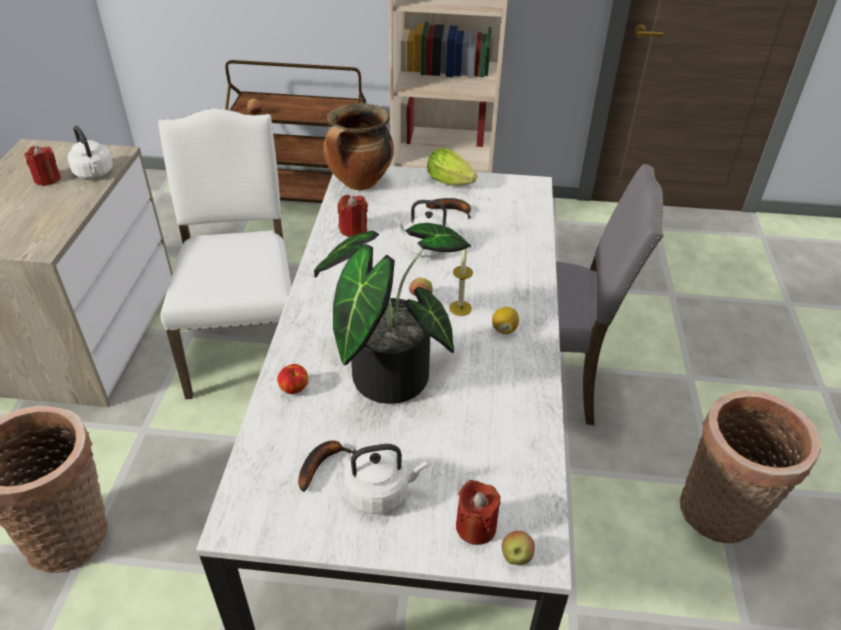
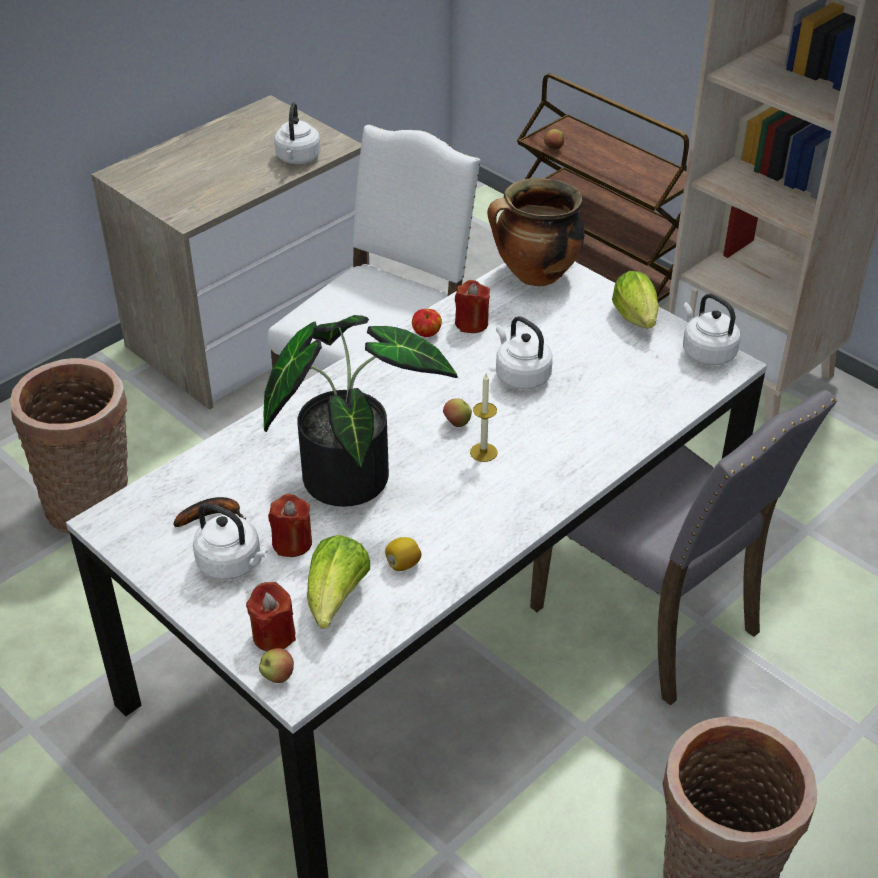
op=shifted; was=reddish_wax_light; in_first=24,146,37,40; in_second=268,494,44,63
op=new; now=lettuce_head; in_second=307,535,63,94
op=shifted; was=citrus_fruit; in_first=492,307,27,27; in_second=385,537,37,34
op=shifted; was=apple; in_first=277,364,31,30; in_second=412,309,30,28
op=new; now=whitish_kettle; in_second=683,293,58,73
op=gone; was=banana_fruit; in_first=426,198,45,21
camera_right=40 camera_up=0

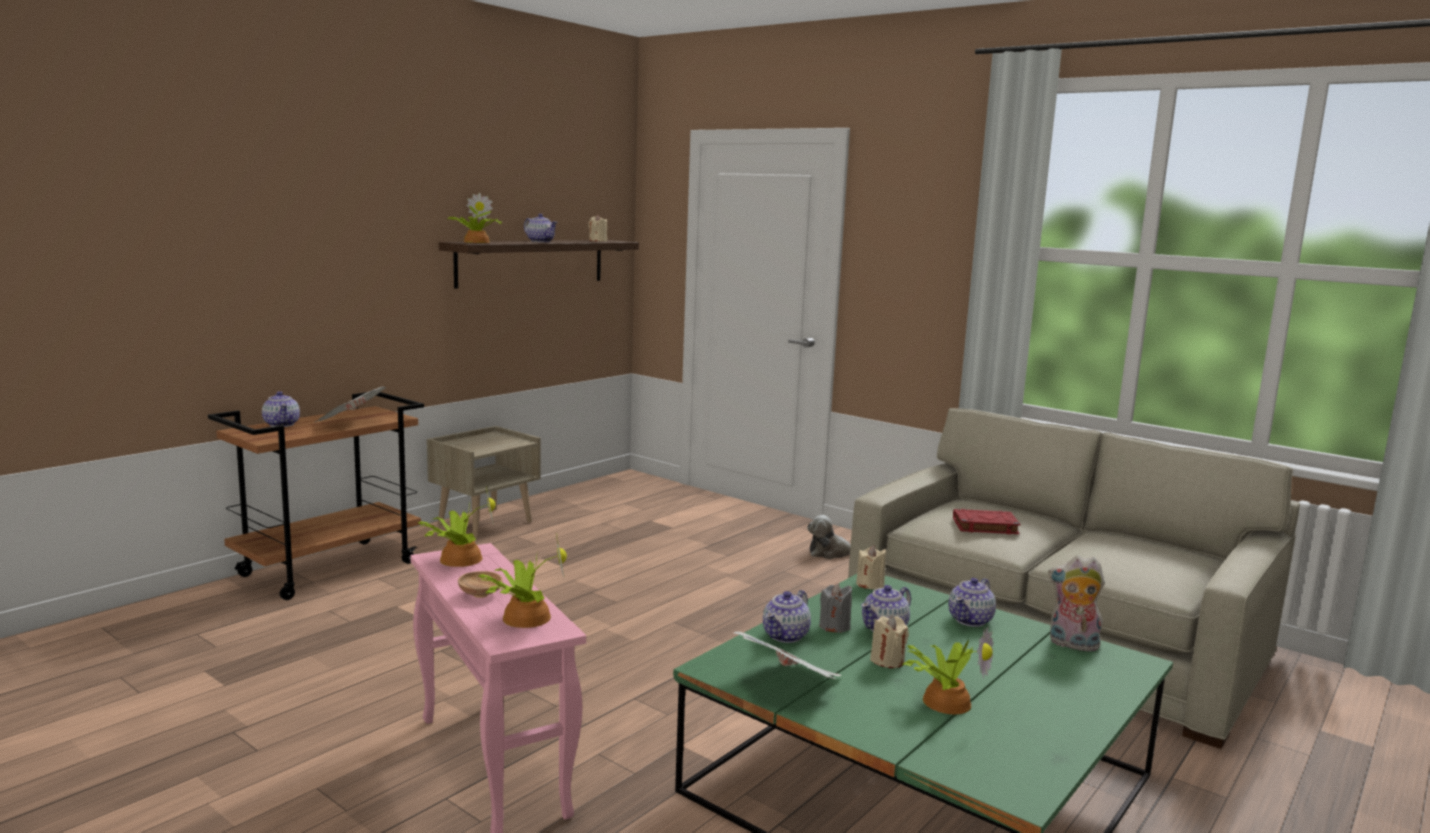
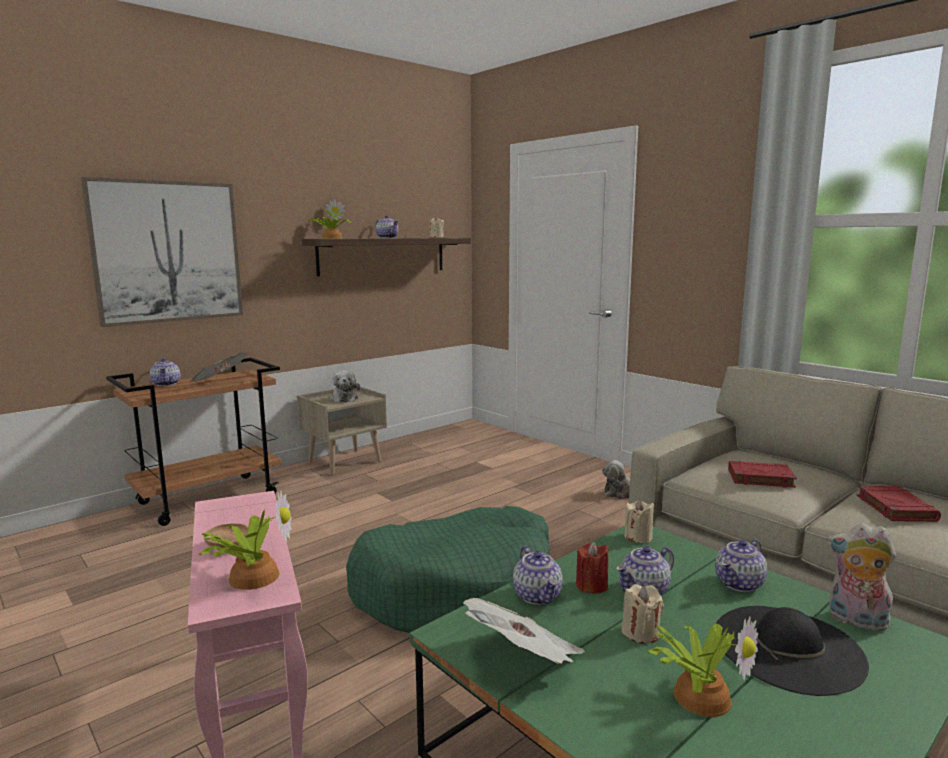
op=new; now=wall_art; in_second=81,177,162,150
op=new; now=plush_toy; in_second=330,370,30,33
op=new; now=green-coloured_dog_cushion; in_second=346,506,203,127
op=rotated; was=tea_pot; in_first=763,590,48,53; in_second=513,546,50,59; clockwise=-60
op=repainted; was=greyish_wax_light; now=reddish_wax_light; in_first=819,583,33,49; in_second=576,542,33,52
op=new; now=black_clothing_hat; in_second=716,606,153,90
op=new; now=reddish_volume; in_second=857,485,84,37
op=gone; was=houseplant; in_first=418,485,77,82
camera_right=10 camera_up=0

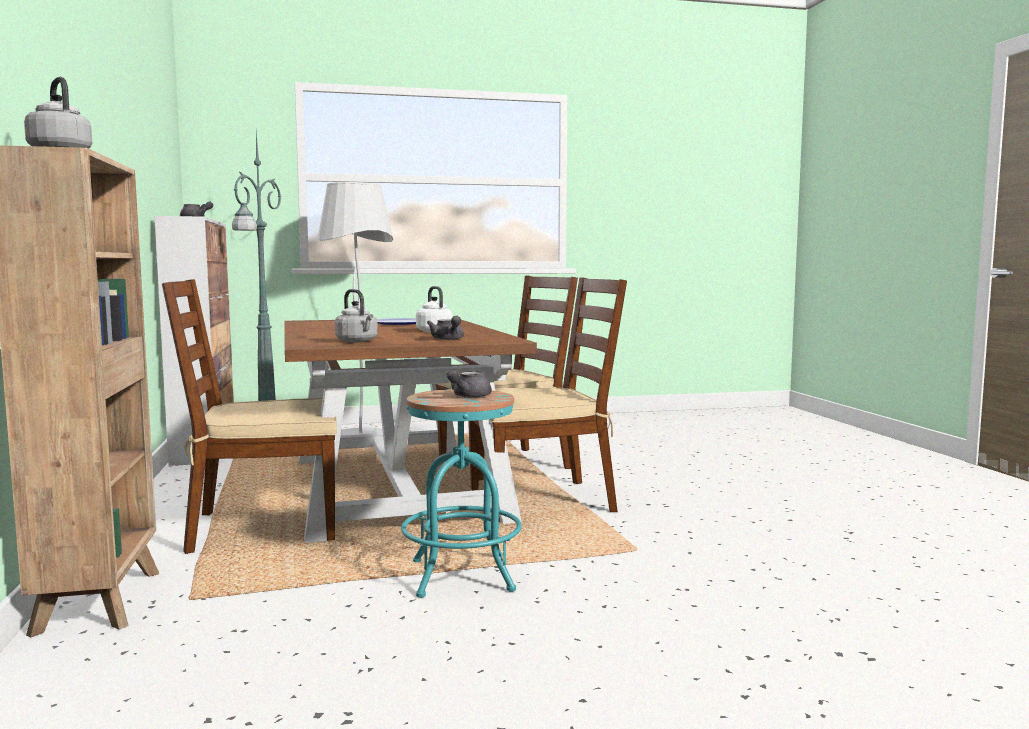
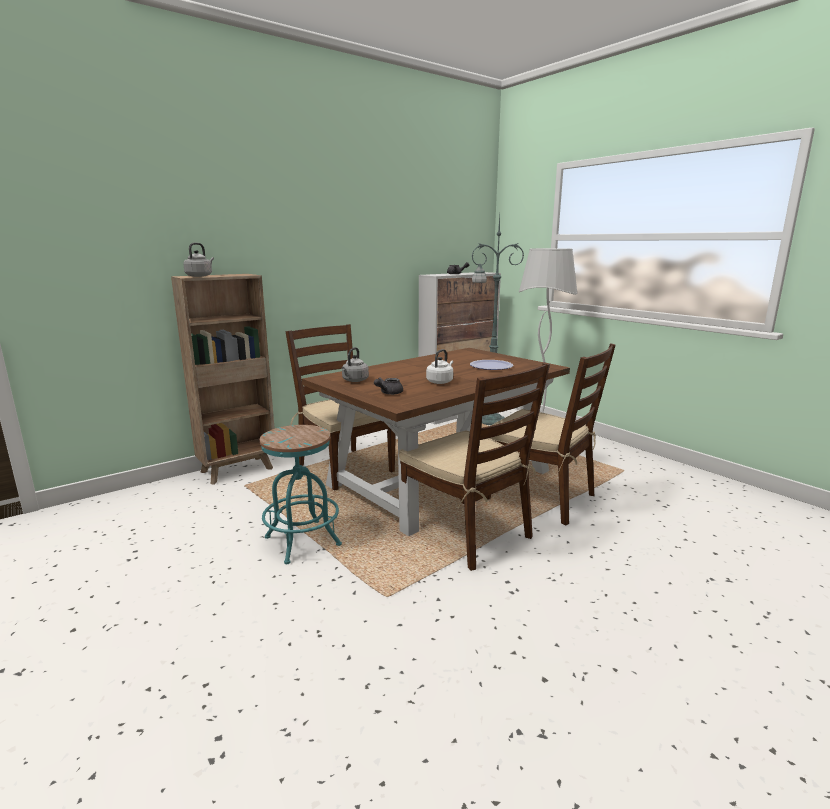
op=gone; was=greyish_tea_pot; in_first=447,370,45,28
camera_right=65 camera_up=10

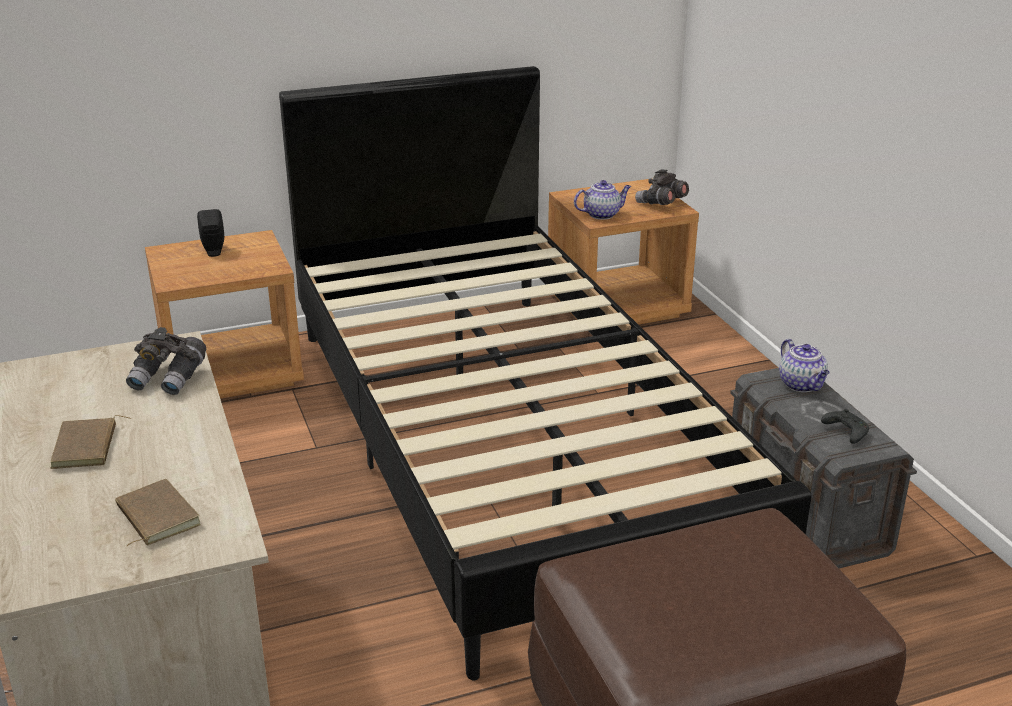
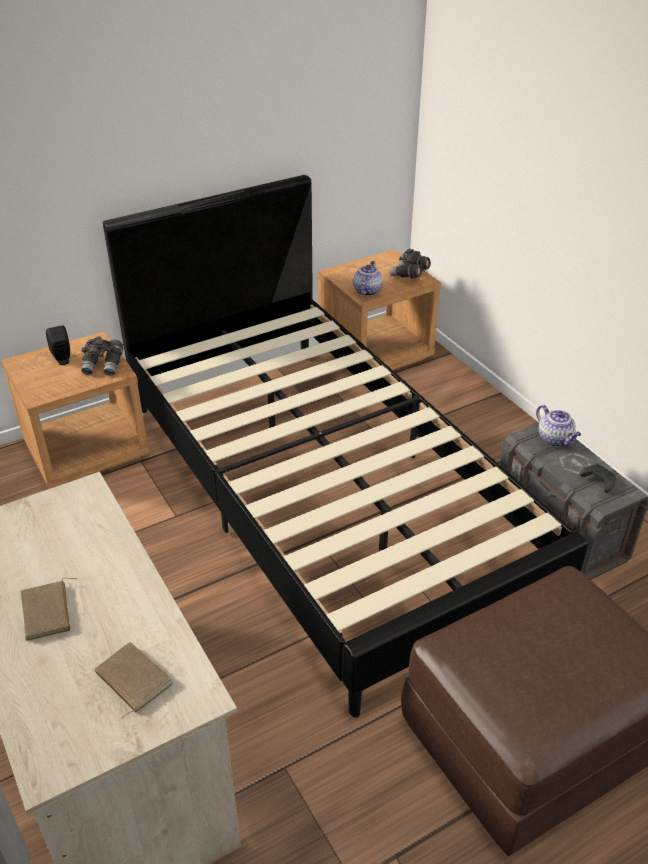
op=shifted; was=greyish_binoculars; in_first=126,327,80,68; in_second=81,336,43,40
op=rotated; was=tea_pot; in_first=574,180,57,40; in_second=353,261,30,35; clockwise=-45
camera_right=-10 camera_up=10

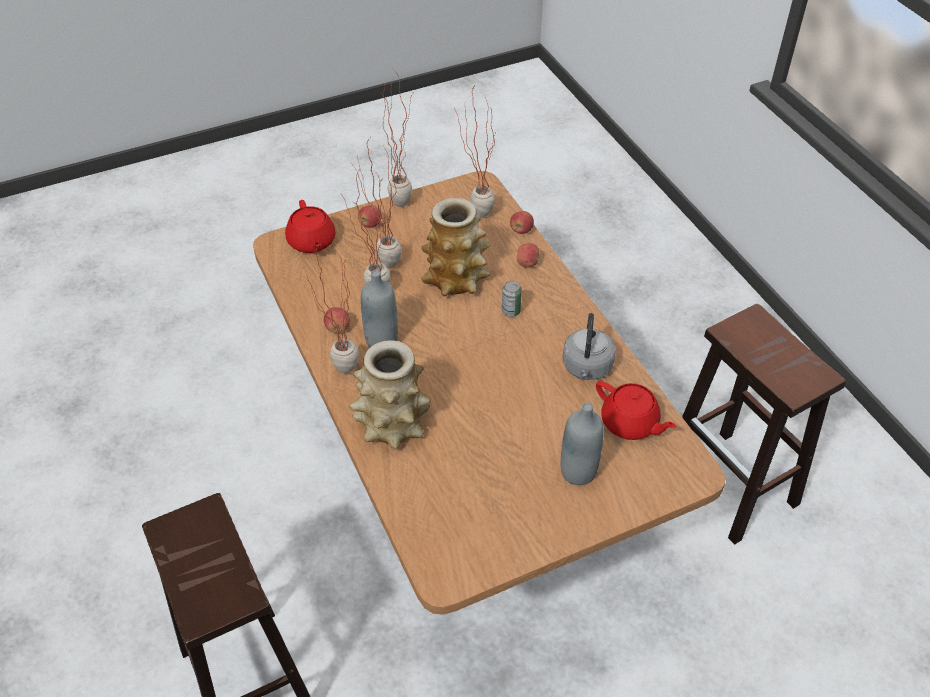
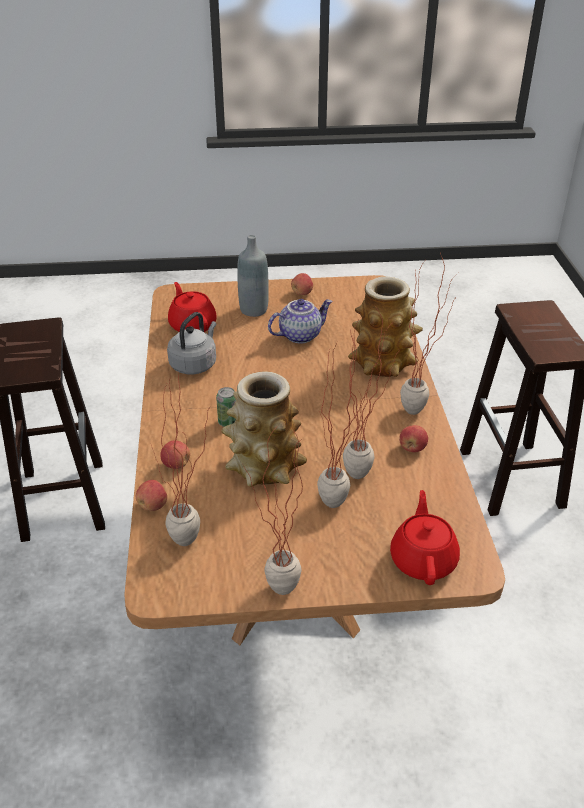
op=new; now=tea_pot; in_second=268,299,65,45
op=shifted; was=apple; in_first=358,205,23,23; in_second=291,273,22,22
op=gone; was=greyish_bottle; in_first=361,270,37,77
camera_right=-160 camera_up=-10

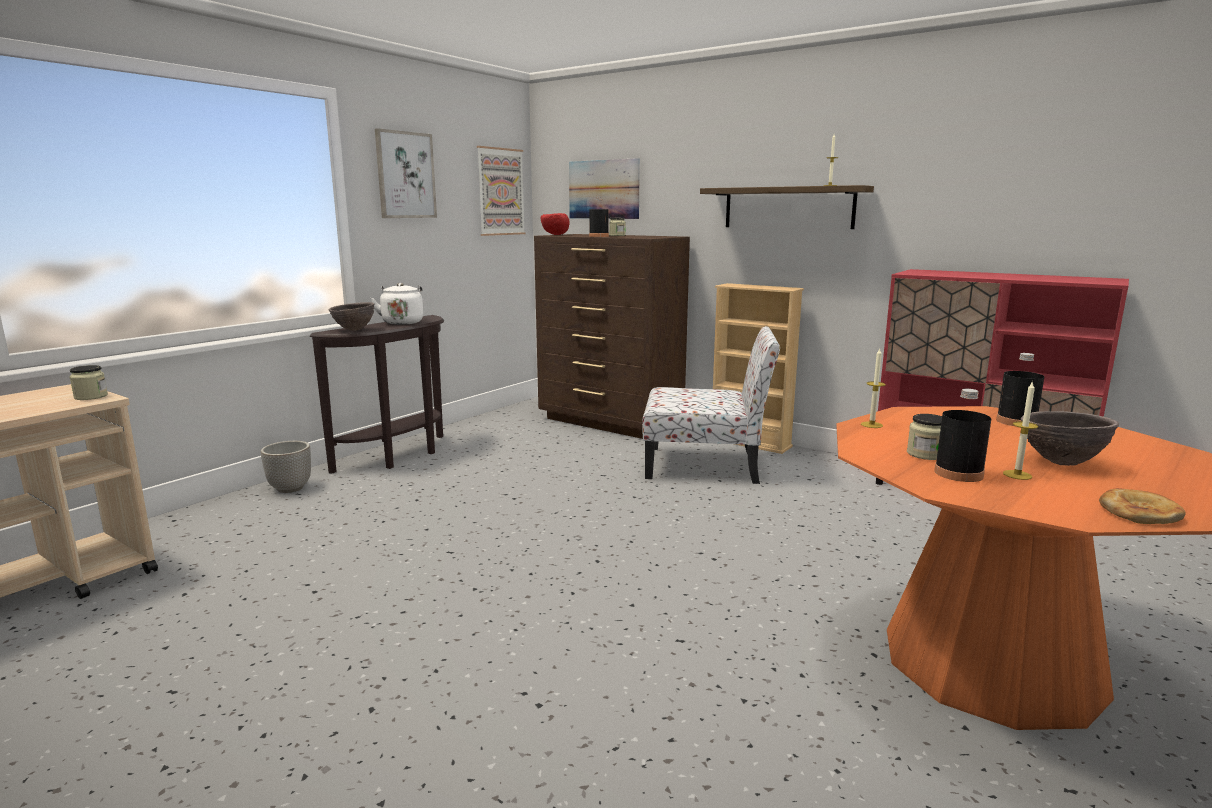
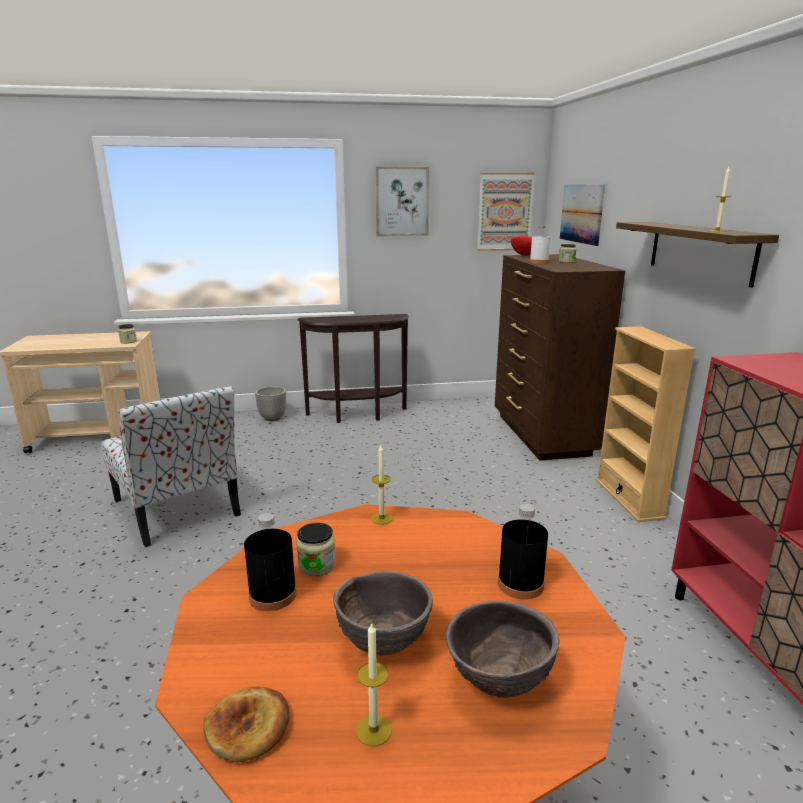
op=shifted; was=plain_chair; in_first=642,326,138,158; in_second=101,386,140,161
op=shifted; was=wax_light; in_first=1003,381,35,99; in_second=356,622,36,124
op=shifted; was=brownish_bowl; in_first=329,302,45,29; in_second=446,601,113,97
op=repainted; was=black_bottle; now=whitish_bottle; in_first=589,197,20,40; in_second=530,225,21,39
op=gone; was=whitish_kettle; in_first=371,283,52,42
camera_right=45 camera_up=5

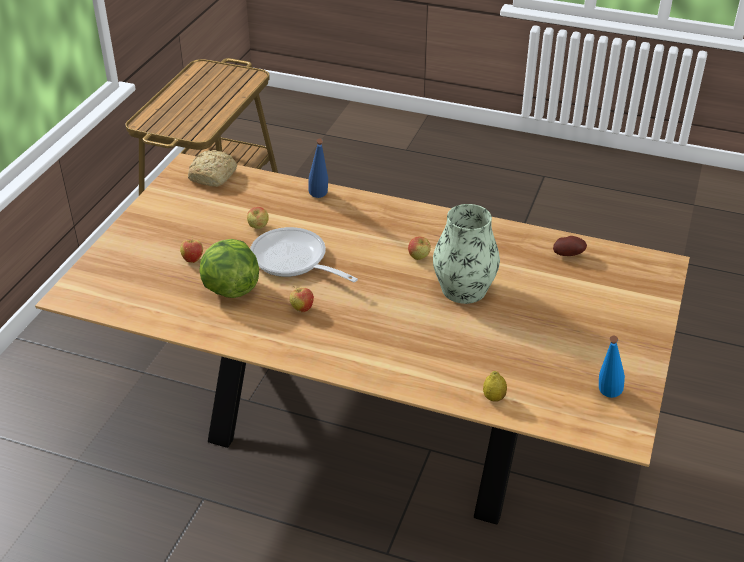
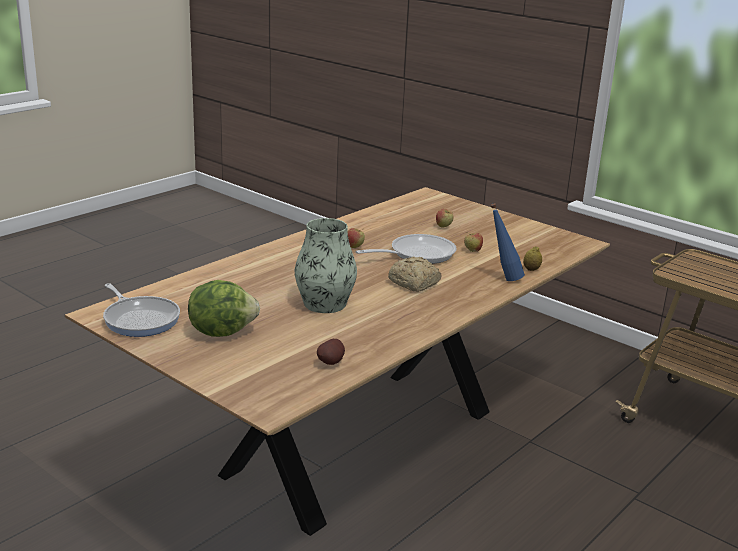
op=swapped; was=blue_bottle; now=frying_pan; in_first=599,336,26,62; in_second=103,283,77,54
op=shifted; was=lettuce_head; in_first=199,239,60,59; in_second=188,280,72,57
op=shifted; was=bread; in_first=188,150,49,37; in_second=388,257,54,35
op=shifted; was=citrus_fruit; in_first=483,371,24,31; in_second=523,246,19,25
op=gone; was=apple; in_first=408,236,23,24
camera_right=110 camera_up=-15

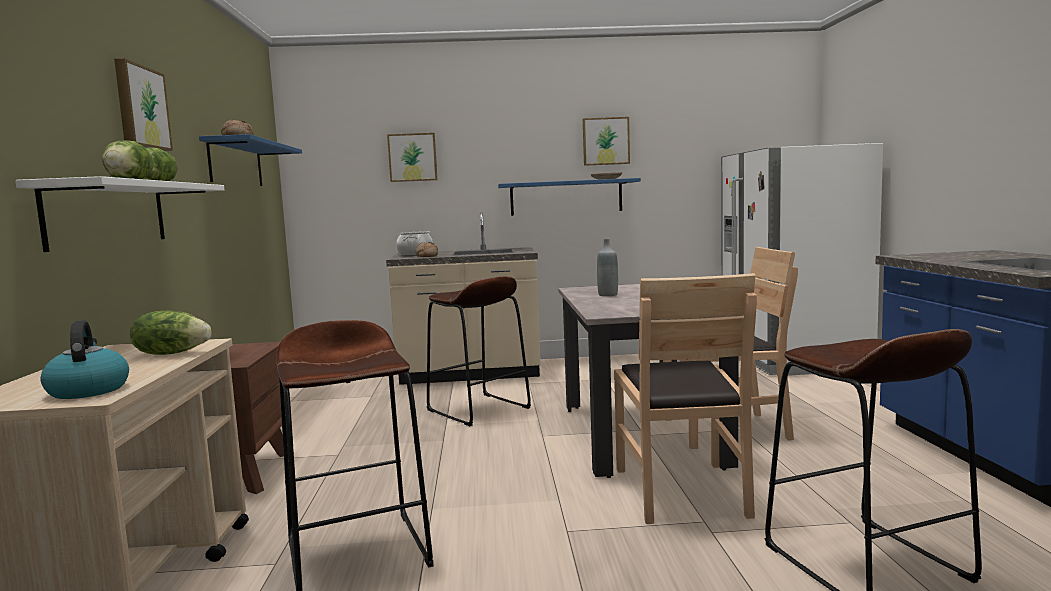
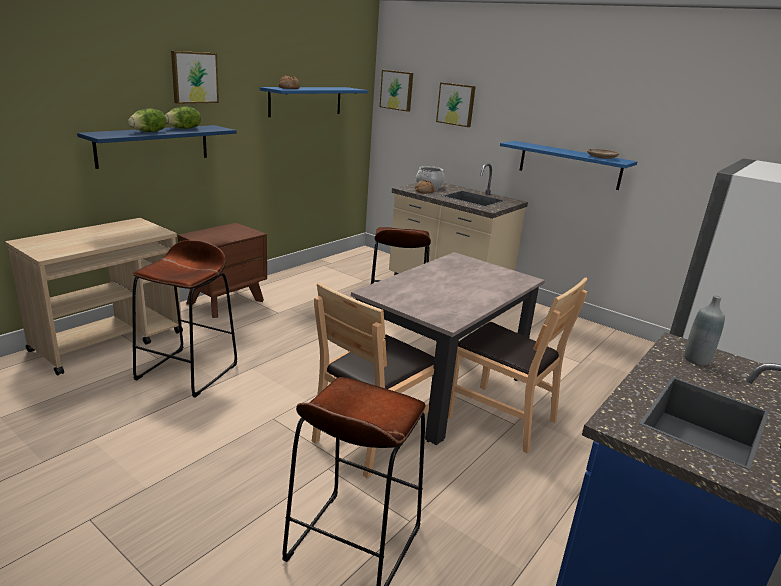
op=repainted; was=whitish_wall_shelf; now=blue_wall_shelf; in_first=15,176,209,76; in_second=77,125,159,44
op=shifted; was=wall_art; in_first=583,117,47,49; in_second=380,70,33,42
op=shifted; was=greyish_bottle; in_first=597,239,21,57; in_second=684,295,41,71
op=gone; was=kettle; in_first=40,320,89,79
op=gone; was=lettuce_head; in_first=130,311,82,44
camera_right=40 camera_up=15

